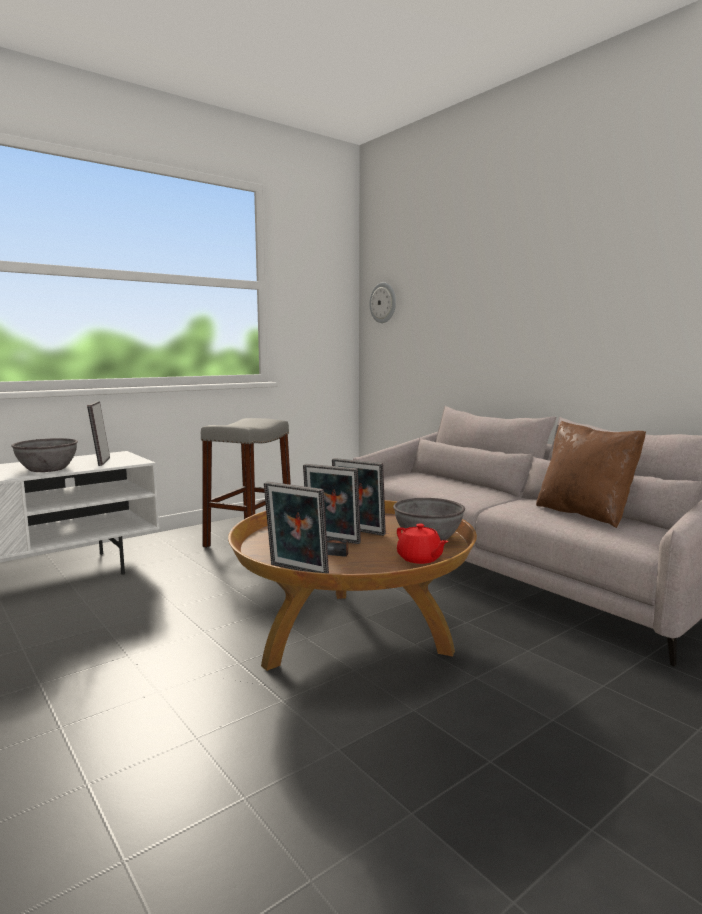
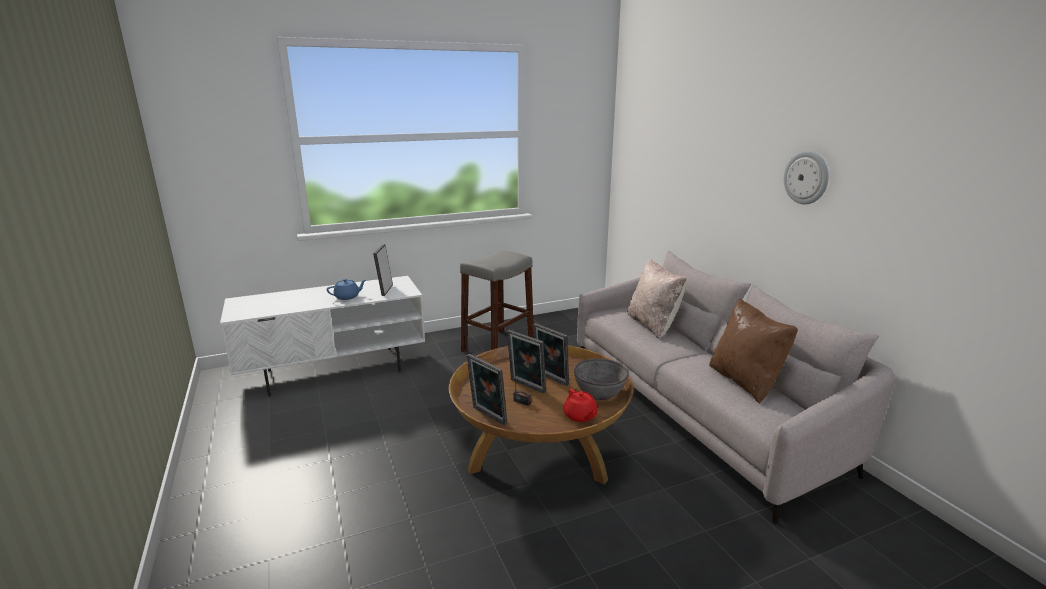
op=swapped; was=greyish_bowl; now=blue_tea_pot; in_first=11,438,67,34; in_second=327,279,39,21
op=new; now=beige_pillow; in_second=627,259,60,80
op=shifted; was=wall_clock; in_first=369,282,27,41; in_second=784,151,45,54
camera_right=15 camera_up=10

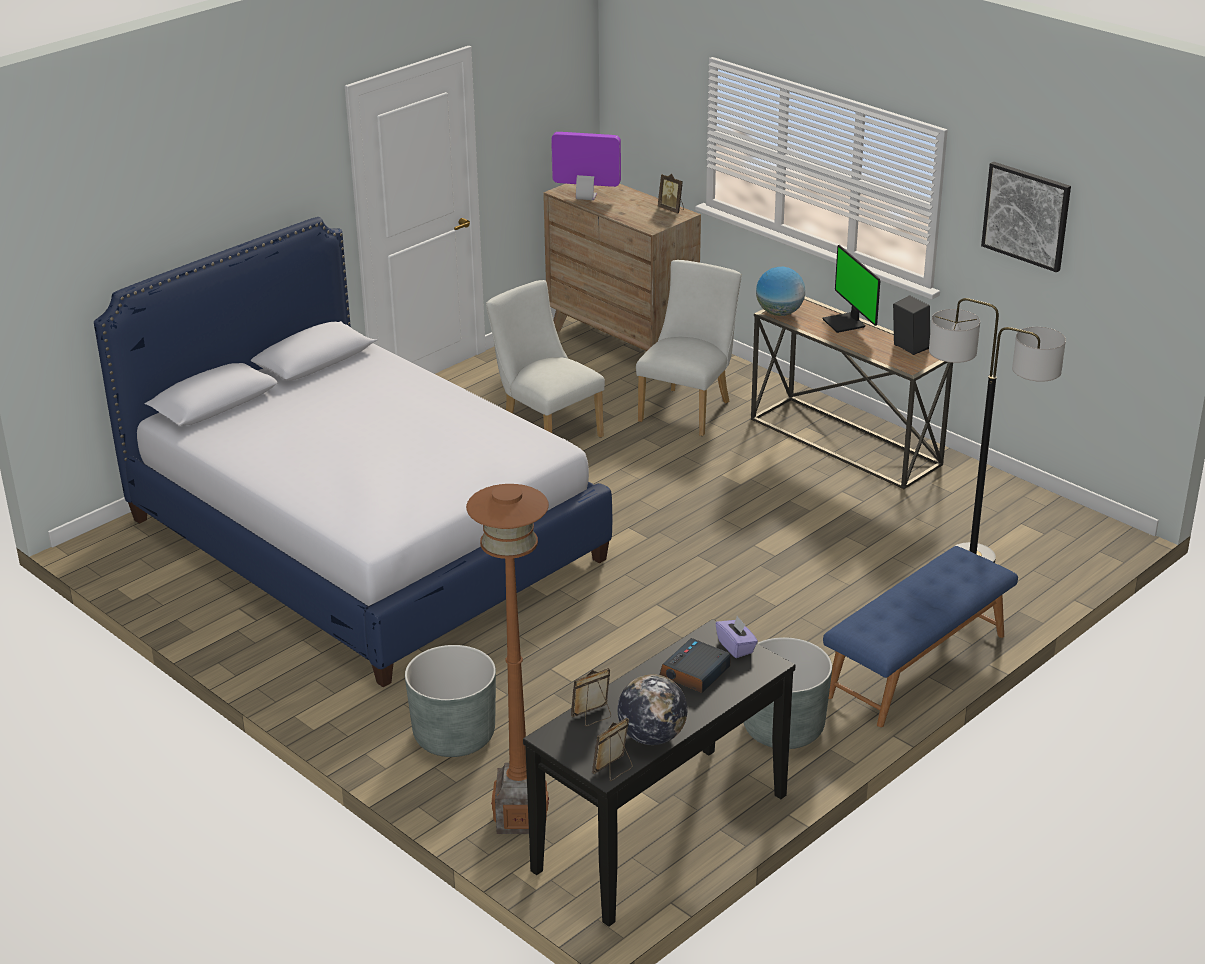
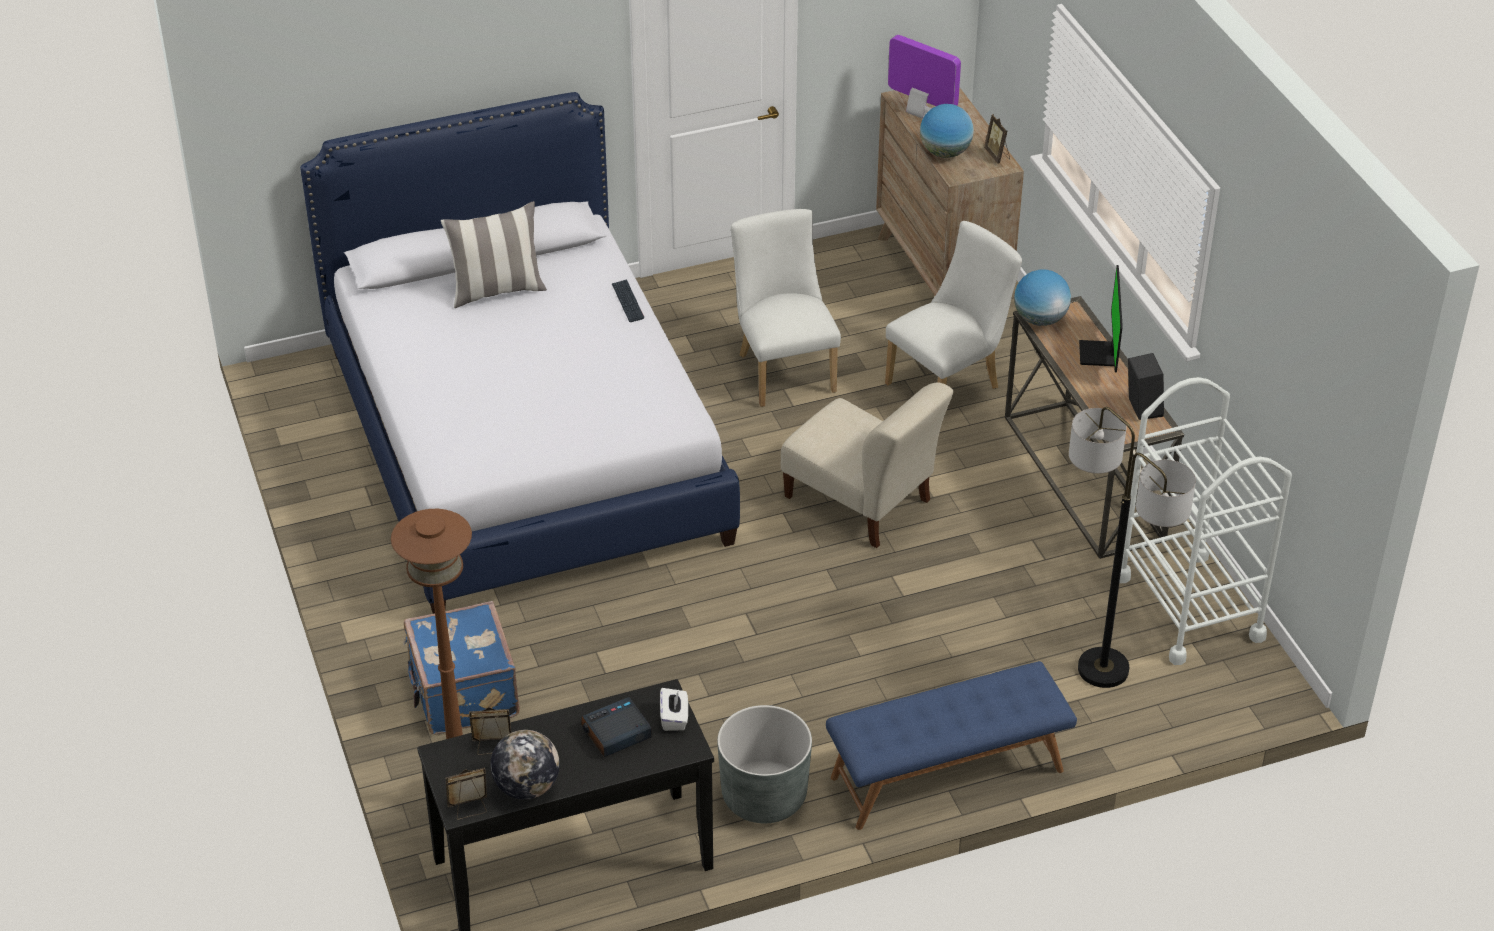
op=swapped; was=greyish_planter; now=blue_suitcase; in_first=405,645,91,112; in_second=403,601,117,134
op=new; now=pillow; in_second=441,201,106,107
op=new; now=PC_keyboard; in_second=611,279,33,43
op=repainted; was=purple-coloured_box_of_tissues; now=whitish_box_of_tissues; in_first=716,616,42,42; in_second=660,688,28,43
op=new; now=beige_plain_chair; in_second=781,383,172,165
op=new; now=world_globe; in_second=920,104,54,54
op=new; now=whitish_wheeled_cart; in_second=1119,377,173,288
op=gone; was=wall_art; in_first=981,162,90,111
camera_right=25 camera_up=10

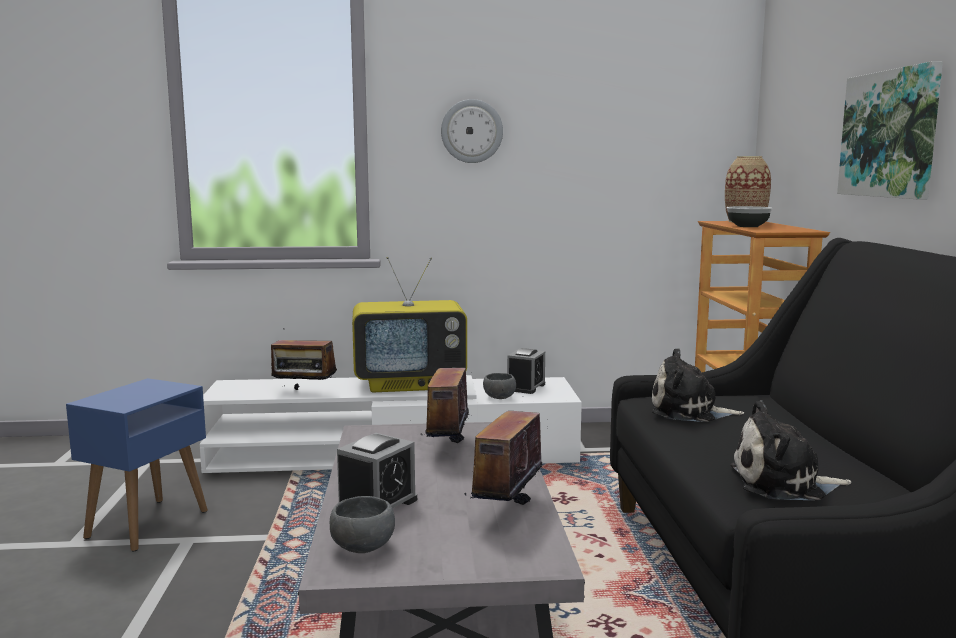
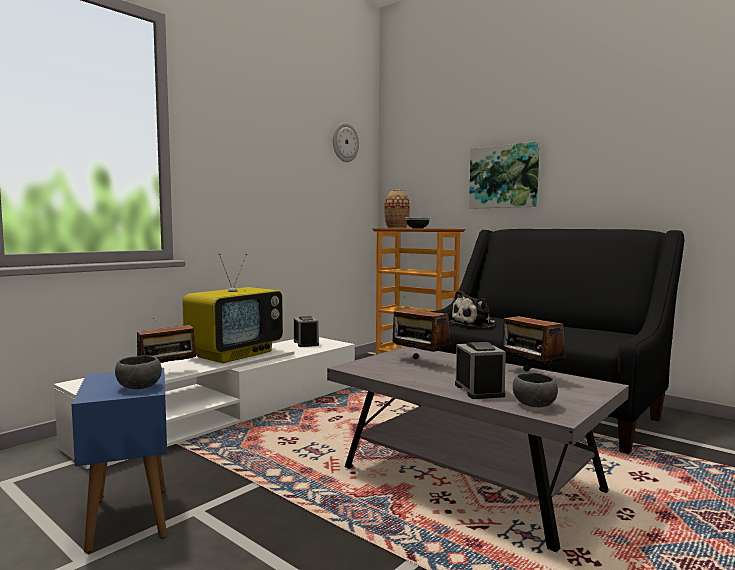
op=shifted; was=greyish_bowl; in_first=483,373,33,26; in_second=115,355,47,34
op=shifted; was=wall_clock; in_first=441,99,62,64; in_second=333,123,26,39
op=gone; was=plush_toy; in_first=731,400,120,100
camera_right=-45 camera_up=-5

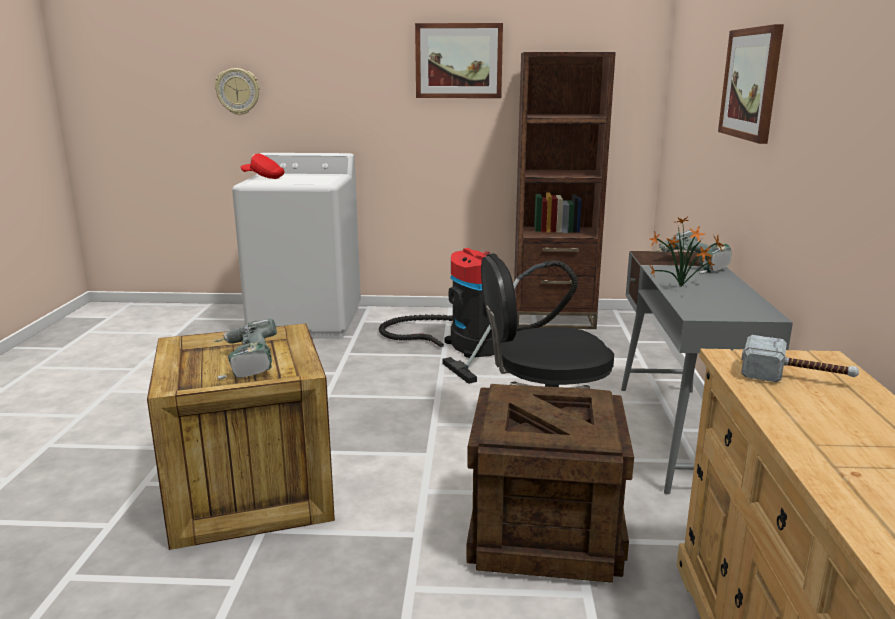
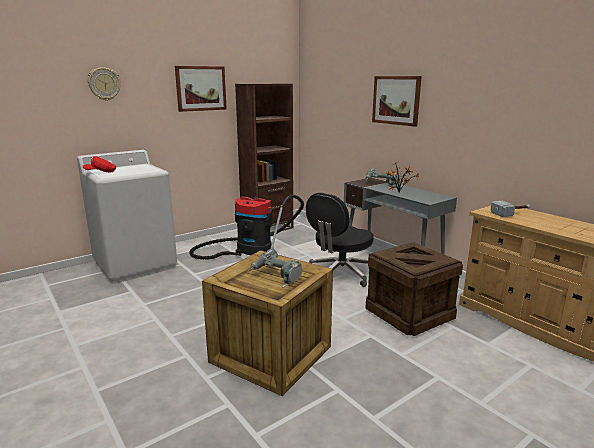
op=shifted; was=wall_clock; in_first=215,68,45,47; in_second=87,67,34,34
camera_right=-40 camera_up=0

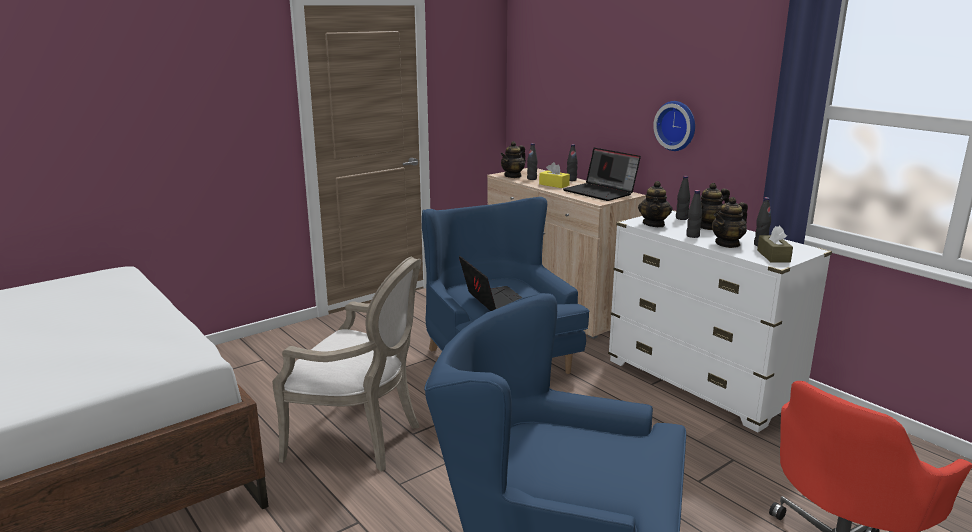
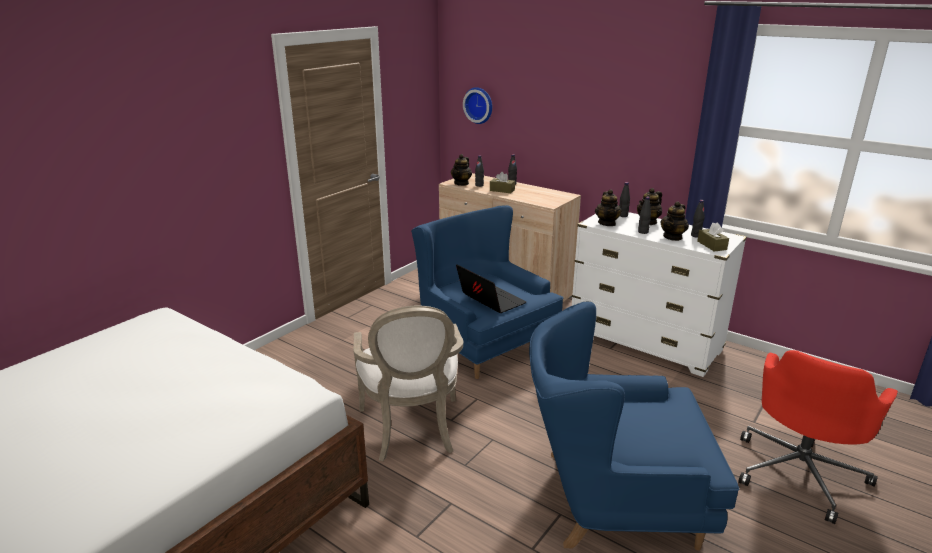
op=rotated; was=armchair; in_first=272,257,149,215; in_second=353,306,110,155; clockwise=75
op=shifted; was=wall_clock; in_first=653,101,42,50; in_second=463,87,29,37
op=repainted; was=yellow_box_of_tissues; now=brownish_box_of_tissues; in_first=539,162,31,26; in_second=490,172,25,21
op=gone; was=laptop; in_first=563,148,78,53
camera_right=-15 camera_up=5

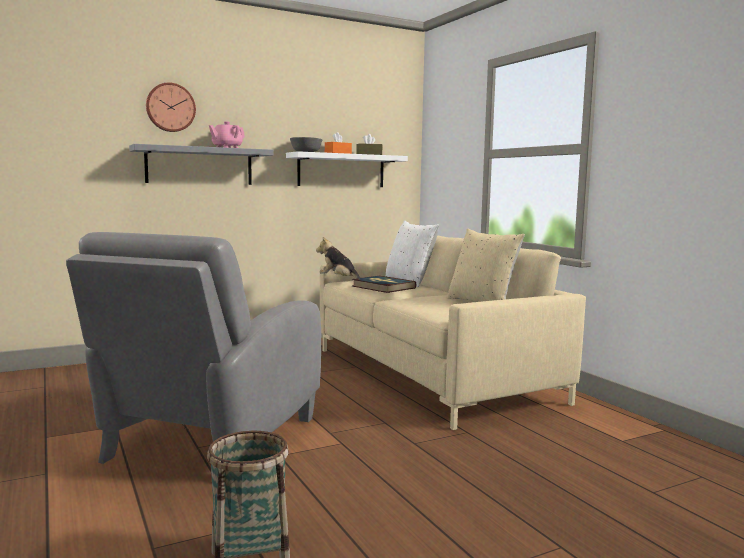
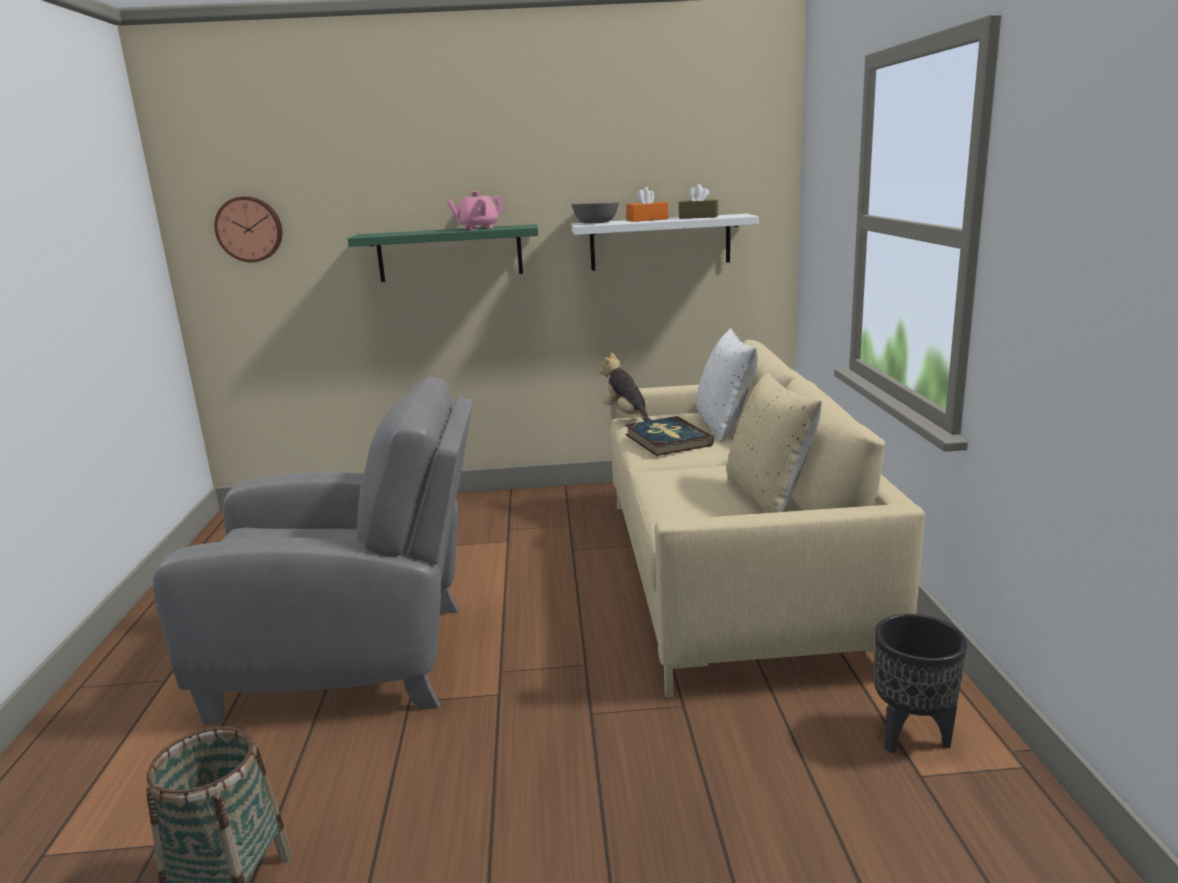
op=rotated; was=greyish_armchair; in_first=66,232,255,232; in_second=153,377,320,348; clockwise=-135
op=shifted; was=wall_clock; in_first=146,83,50,49; in_second=214,196,68,66
op=repainted; was=greyish_wall_shelf; now=green-coloured_wall_shelf; in_first=129,144,145,41; in_second=348,224,190,58
op=new; now=black_planter; in_second=874,614,93,140
camera_right=25 camera_up=10

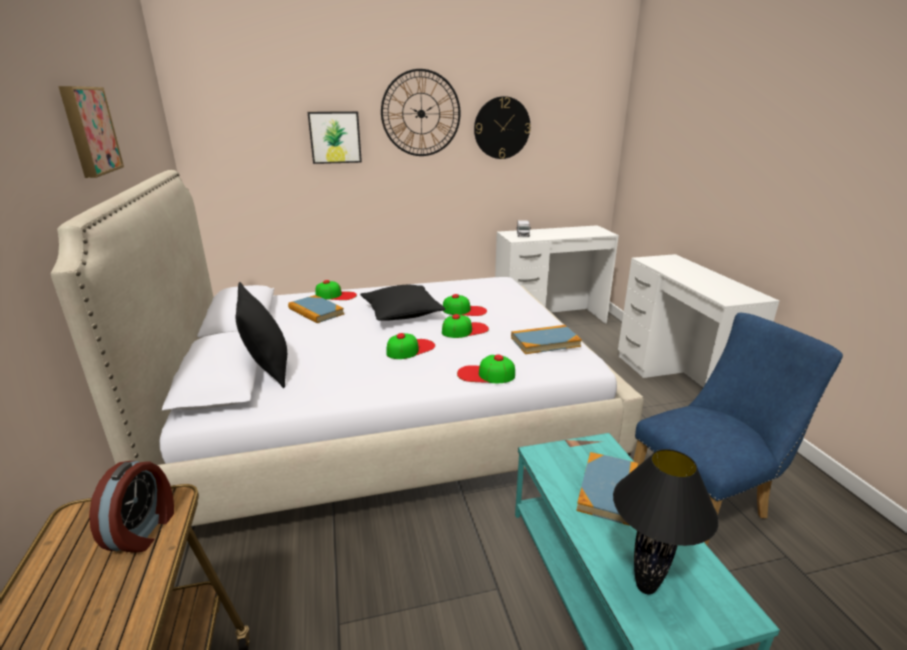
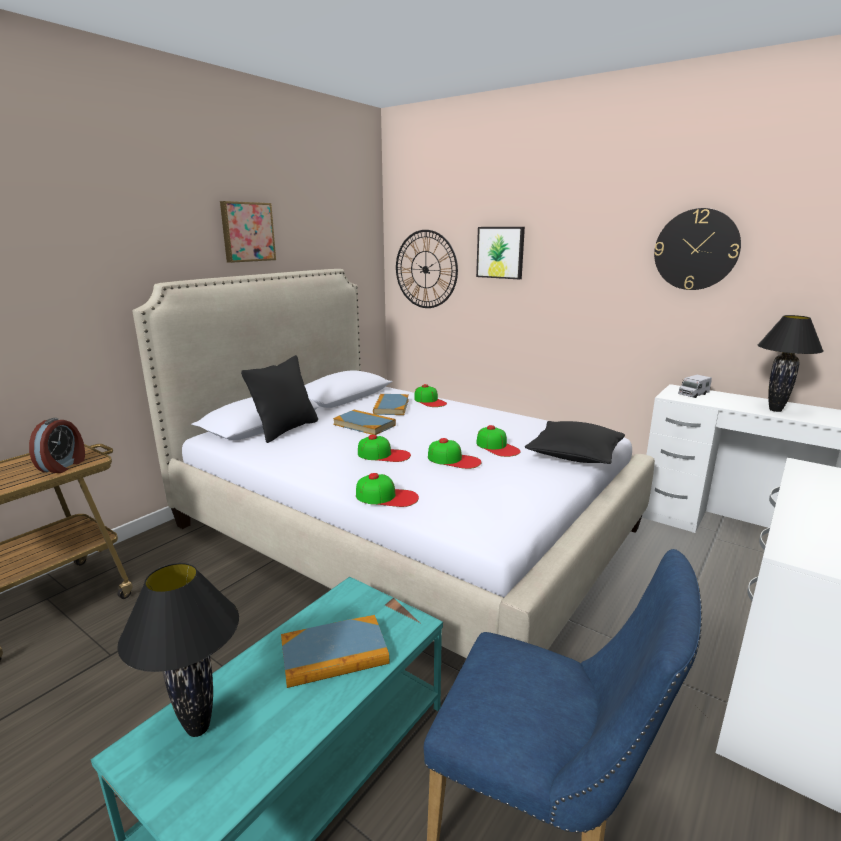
op=rotated; was=alarm_clock; in_first=89,461,85,91; in_second=29,418,56,55; clockwise=-45
op=shifted; was=volume; in_first=511,325,71,29; in_second=333,410,63,25
op=rotated; was=peaked_cap; in_first=457,355,58,28; in_second=356,473,63,34; clockwise=135
op=shifted; was=wall_clock; in_first=381,69,80,87; in_second=396,230,62,78
op=shifted; was=black_pillow; in_first=360,285,86,36; in_second=525,421,100,43
op=new; now=black_table_lamp; in_second=758,315,66,97
camera_right=50 camera_up=-5

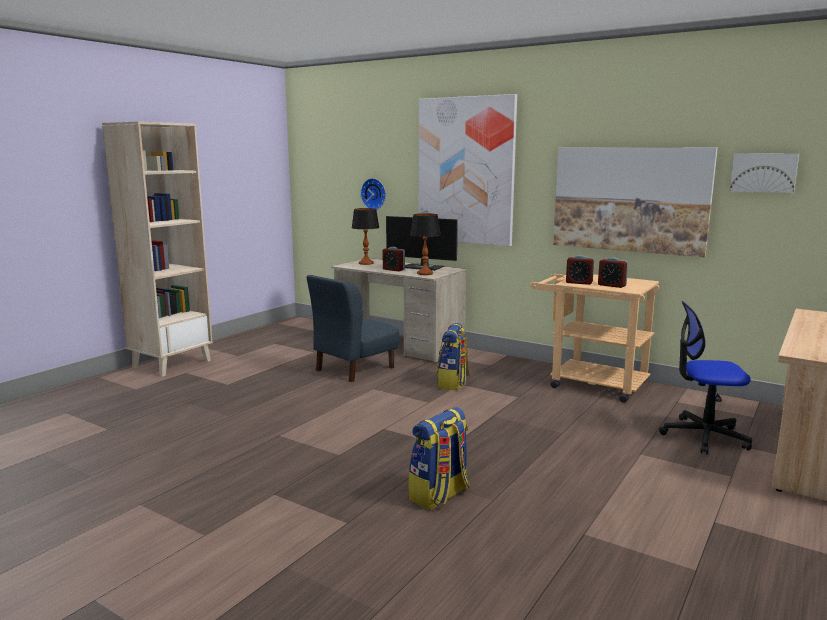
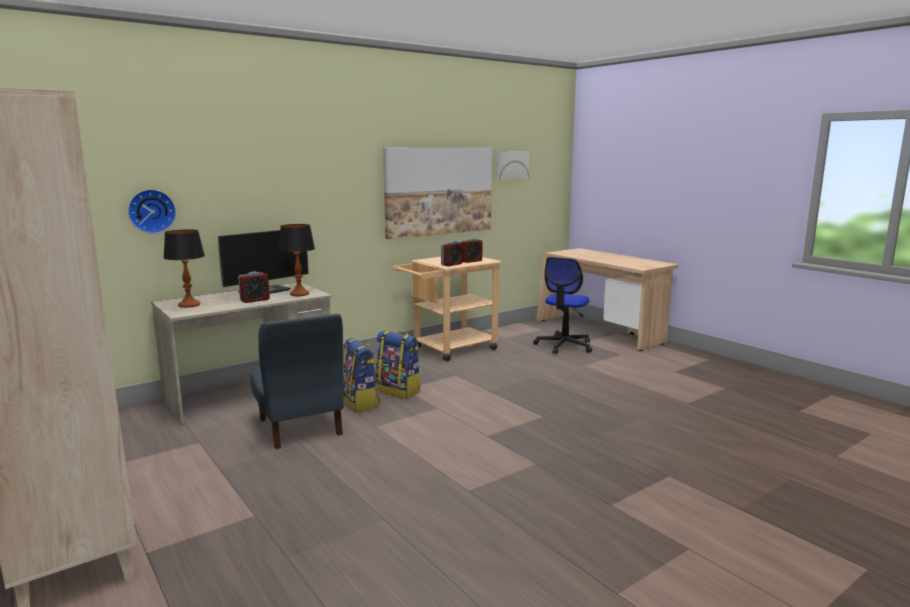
op=shifted; was=rucksack; in_first=408,407,61,103; in_second=343,338,37,75
op=gone; was=wall_art; in_first=419,94,98,152
camera_right=-70 camera_up=0

